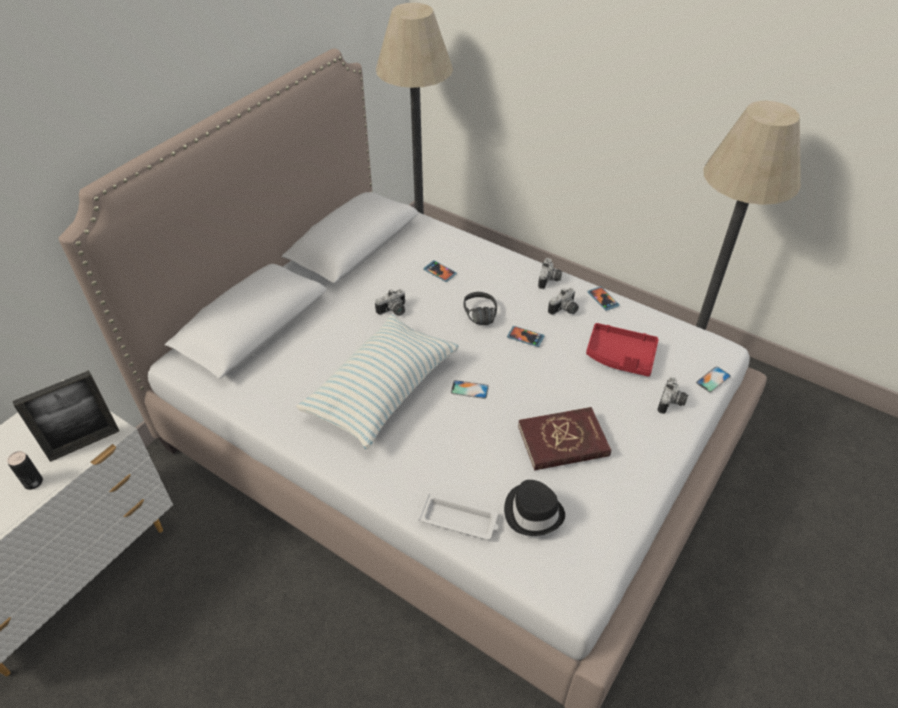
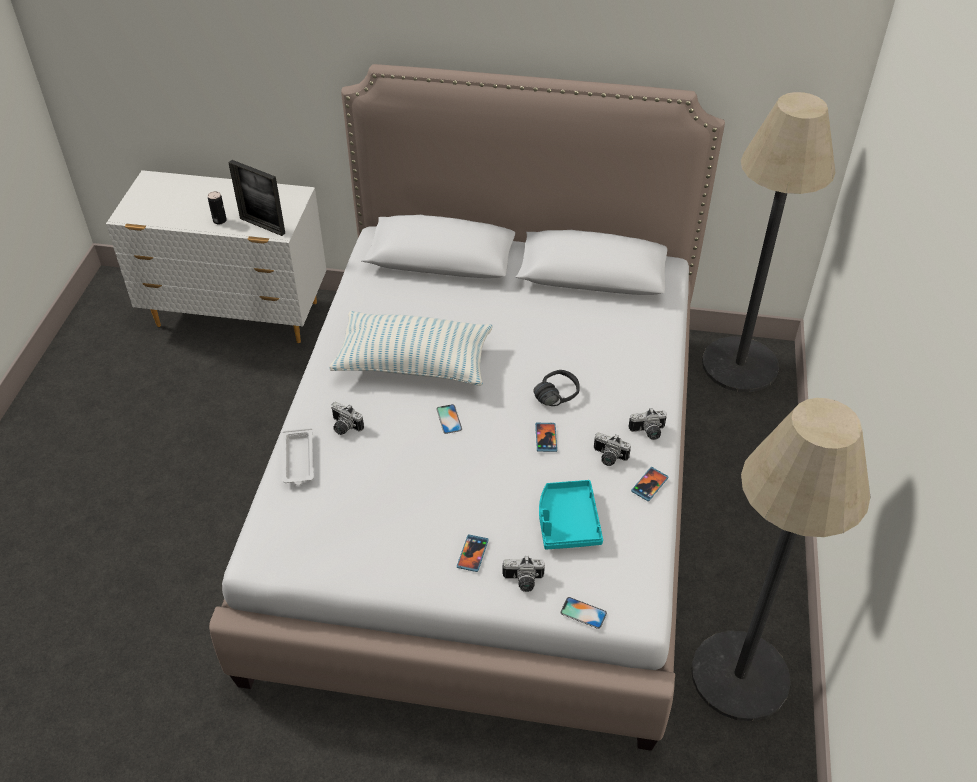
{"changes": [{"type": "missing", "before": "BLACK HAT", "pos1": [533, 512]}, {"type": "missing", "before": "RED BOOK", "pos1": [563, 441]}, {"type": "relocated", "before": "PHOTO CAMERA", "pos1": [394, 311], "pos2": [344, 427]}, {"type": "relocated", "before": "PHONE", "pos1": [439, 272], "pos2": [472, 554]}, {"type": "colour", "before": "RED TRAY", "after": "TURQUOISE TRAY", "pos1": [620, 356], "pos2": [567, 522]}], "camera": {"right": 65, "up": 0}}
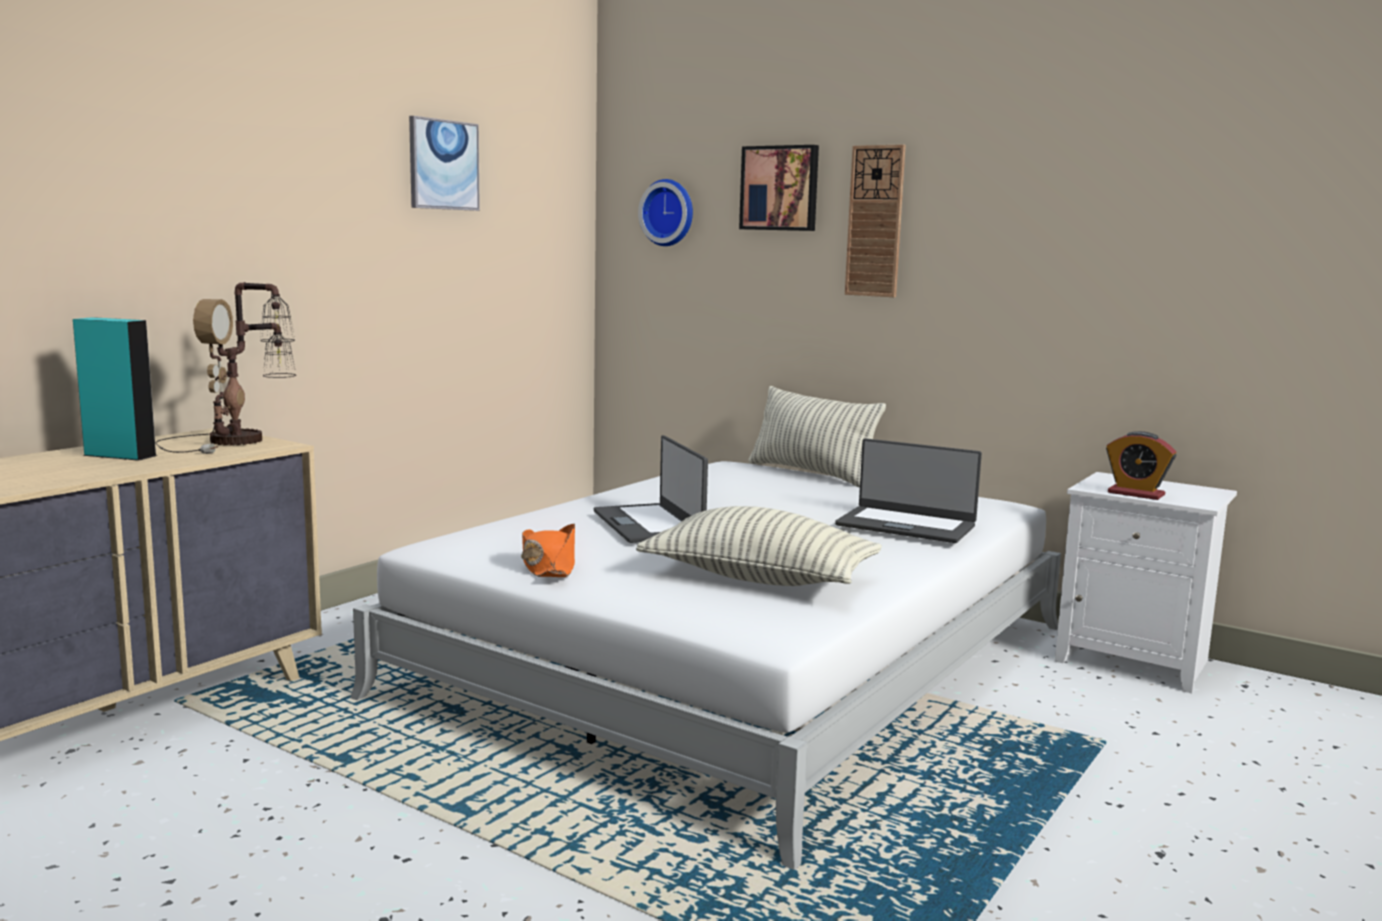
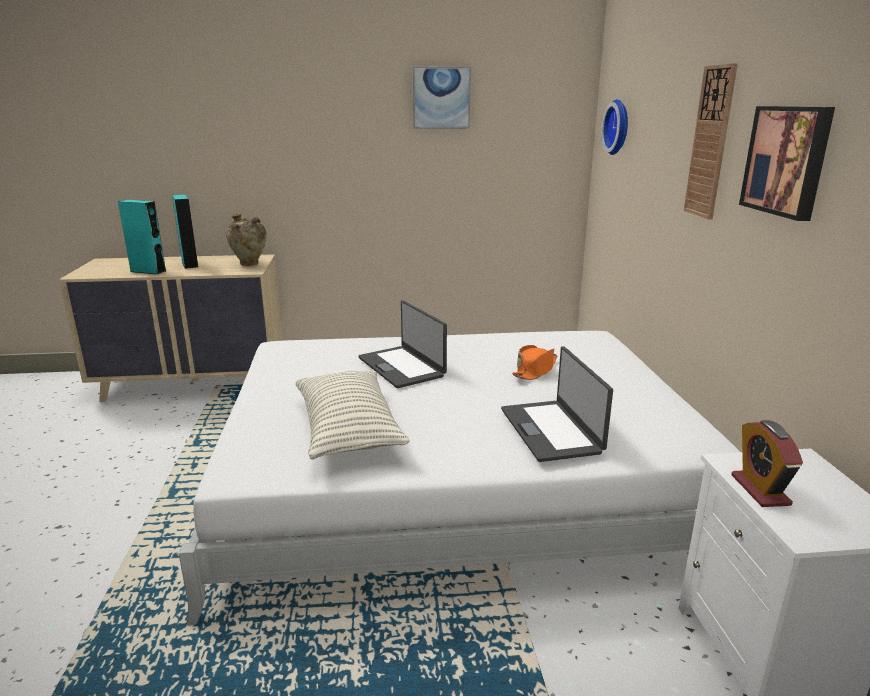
{"changes": [{"type": "missing", "before": "PILLOW", "pos1": [811, 474]}, {"type": "appeared", "after": "TURQUOISE SPEAKER", "pos2": [148, 271]}, {"type": "relocated", "before": "ORANGE HAT", "pos1": [549, 566], "pos2": [535, 370]}, {"type": "relocated", "before": "PICTURE", "pos1": [780, 188], "pos2": [788, 160]}, {"type": "exchanged", "before": "TABLE LAMP", "after": "BEIGE VASE", "pos1": [240, 441], "pos2": [249, 264]}, {"type": "spun", "before": "LAPTOP", "pos1": [649, 524], "pos2": [402, 367], "turn": -60}], "camera": {"right": 50, "up": 10}}
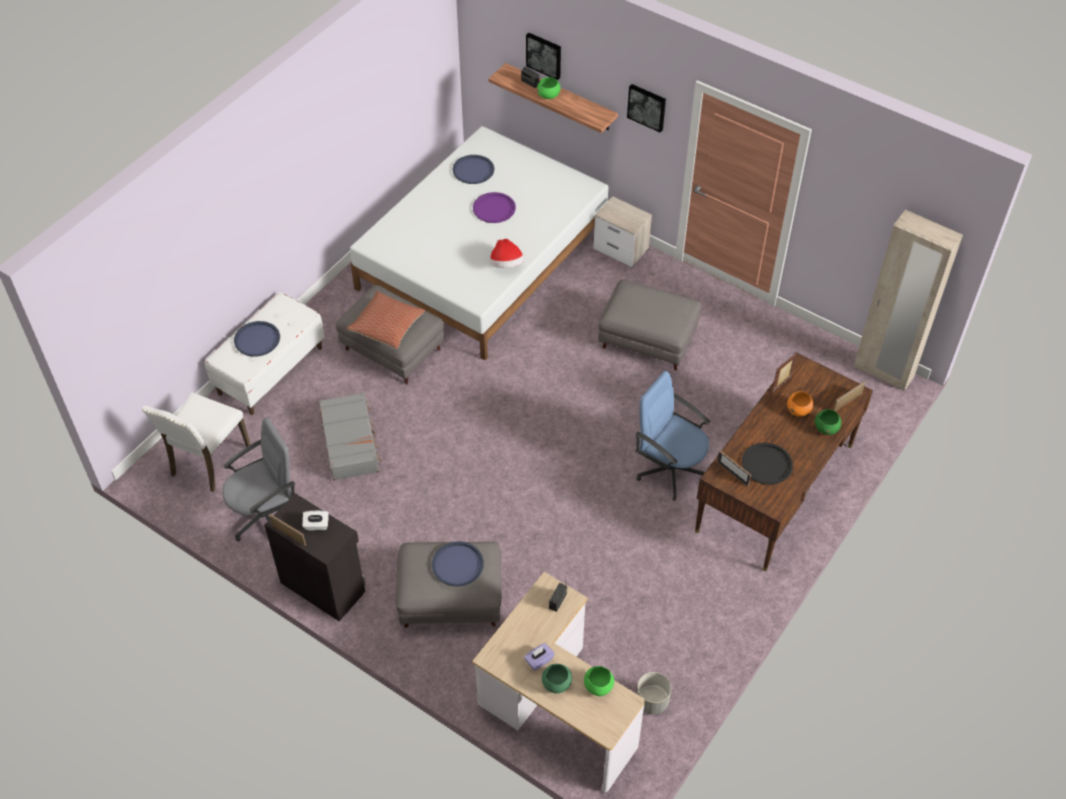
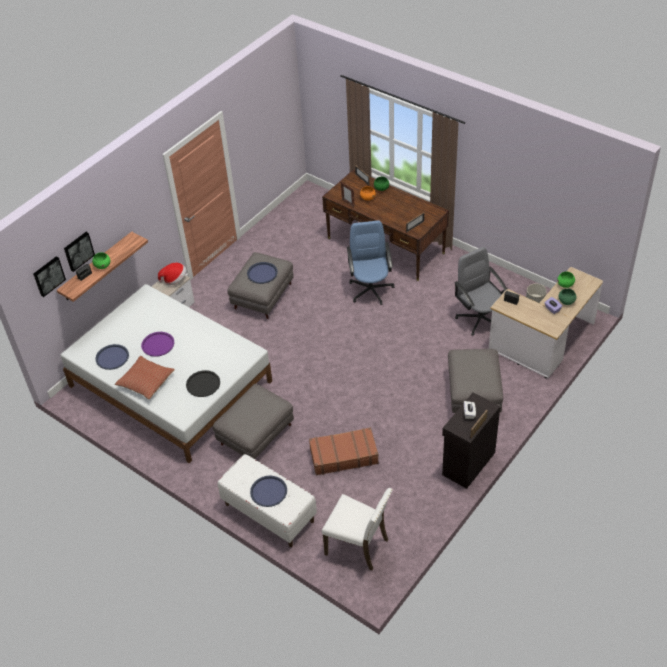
{"changes": [{"type": "missing", "before": "BEIGE WARDROBE", "pos1": [883, 372]}, {"type": "relocated", "before": "GREY OFFICE CHAIR", "pos1": [266, 515], "pos2": [479, 318]}, {"type": "relocated", "before": "PILLOW", "pos1": [387, 326], "pos2": [146, 382]}, {"type": "relocated", "before": "BLUE TRAY", "pos1": [457, 564], "pos2": [262, 273]}, {"type": "relocated", "before": "HAT", "pos1": [506, 265], "pos2": [174, 279]}, {"type": "relocated", "before": "PICTURE", "pos1": [647, 107], "pos2": [48, 276]}, {"type": "relocated", "before": "BLACK TRAY", "pos1": [766, 464], "pos2": [203, 384]}, {"type": "colour", "before": "GREY SUITCASE", "after": "BROWN SUITCASE", "pos1": [350, 442], "pos2": [343, 456]}, {"type": "spun", "before": "BLUE OFFICE CHAIR", "pos1": [670, 469], "pos2": [371, 289], "turn": 135}], "camera": {"right": -85, "up": -5}}
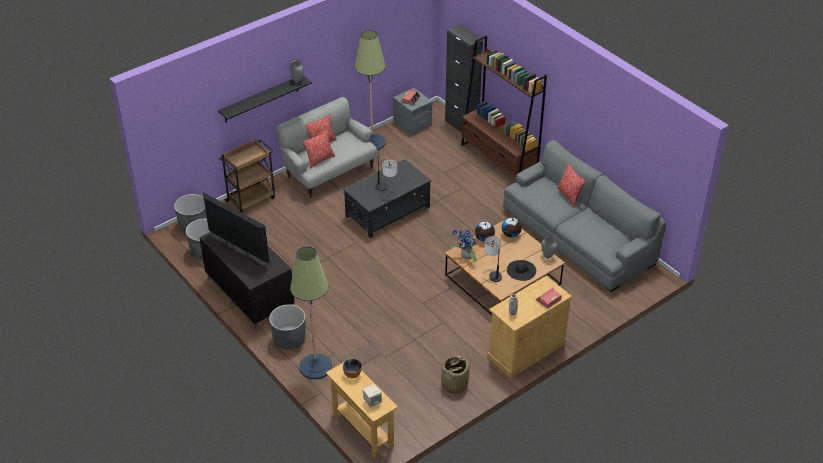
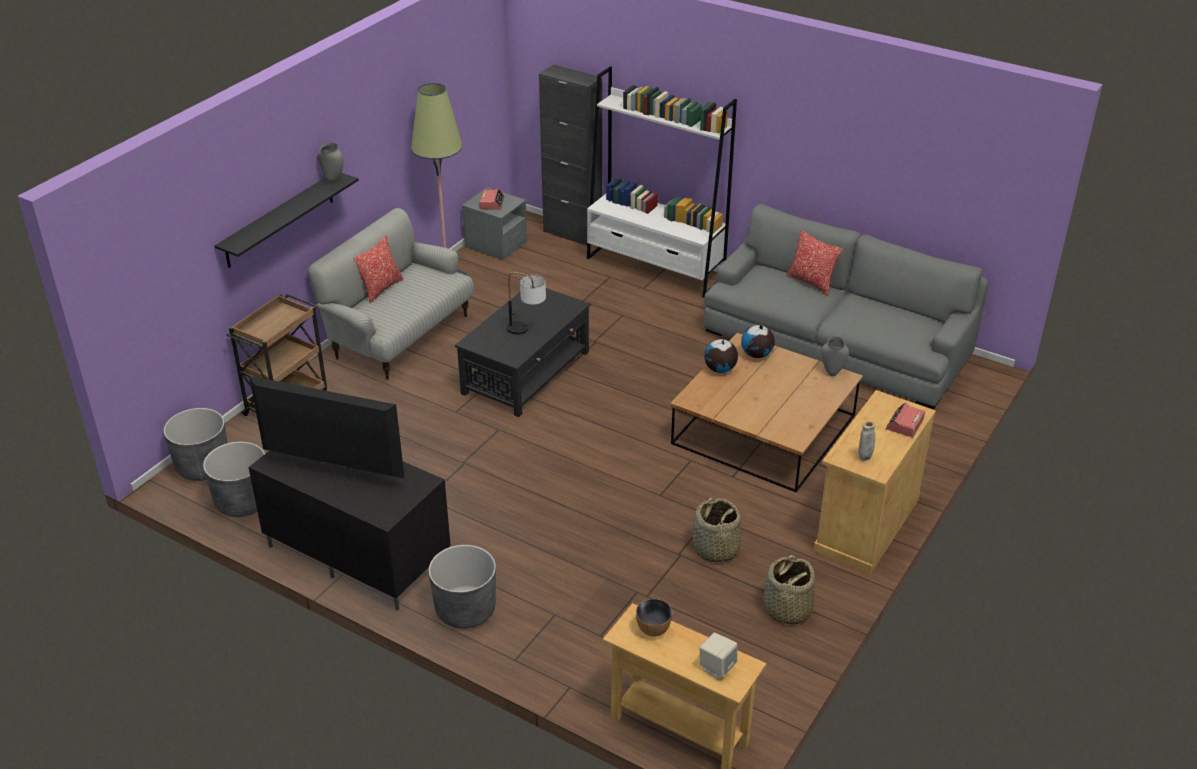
{"changes": [{"type": "missing", "before": "FLOOR LAMP", "pos1": [315, 367]}, {"type": "missing", "before": "PILLOW", "pos1": [320, 160]}, {"type": "missing", "before": "POTTED PLANT", "pos1": [465, 256]}, {"type": "missing", "before": "TABLE LAMP", "pos1": [492, 272]}, {"type": "missing", "before": "BLACK HAT", "pos1": [521, 270]}, {"type": "appeared", "after": "BASKET", "pos2": [716, 549]}, {"type": "colour", "before": "BROWN BOOKCASE", "after": "WHITE BOOKCASE", "pos1": [498, 160], "pos2": [655, 268]}], "camera": {"right": -20, "up": -5}}
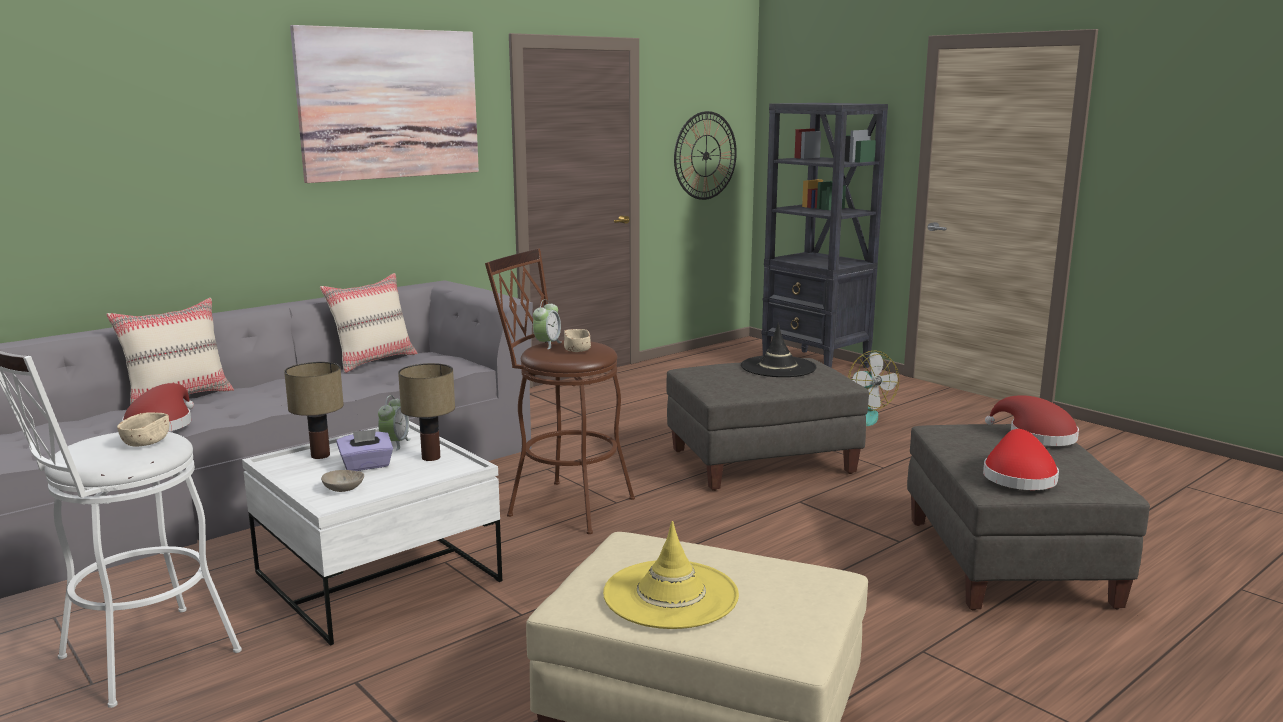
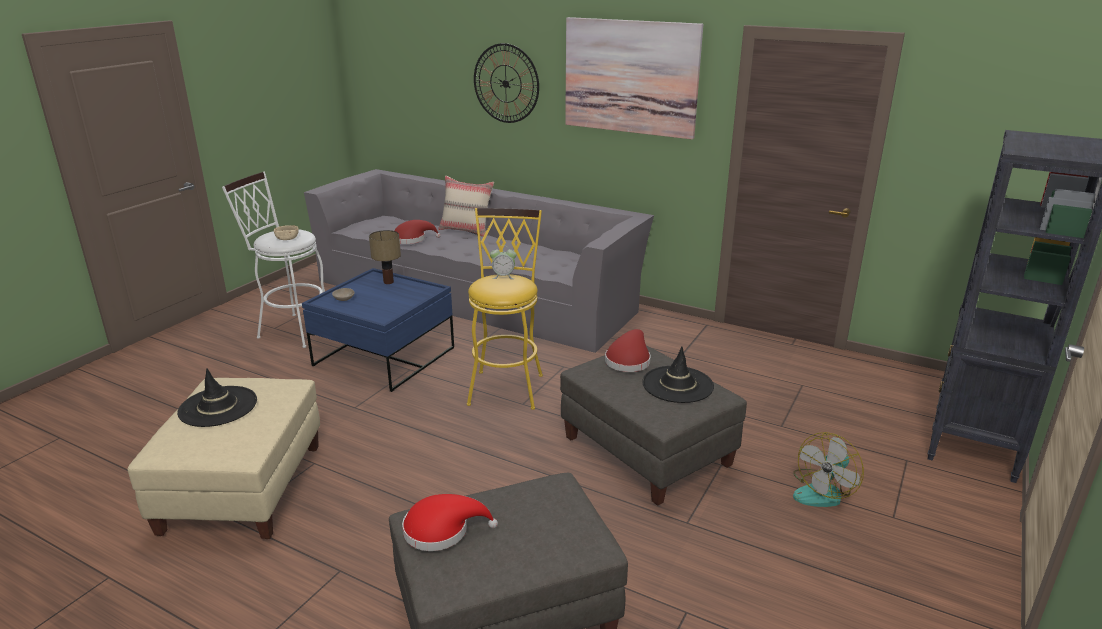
{"changes": [{"type": "missing", "before": "BEIGE PILLOW", "pos1": [374, 361]}, {"type": "missing", "before": "PURPLE TISSUE BOX", "pos1": [366, 466]}, {"type": "missing", "before": "ALARM CLOCK", "pos1": [395, 443]}, {"type": "missing", "before": "TABLE LAMP", "pos1": [430, 457]}, {"type": "missing", "before": "BEIGE BOWL", "pos1": [577, 350]}, {"type": "relocated", "before": "WALL CLOCK", "pos1": [705, 155], "pos2": [506, 83]}, {"type": "relocated", "before": "RED HAT", "pos1": [1036, 436], "pos2": [628, 360]}, {"type": "colour", "before": "WHITE COFFEE TABLE", "after": "BLUE COFFEE TABLE", "pos1": [377, 577], "pos2": [384, 357]}, {"type": "colour", "before": "BROWN STOOL", "after": "YELLOW STOOL", "pos1": [562, 504], "pos2": [507, 385]}, {"type": "colour", "before": "YELLOW HAT", "after": "BLACK HAT", "pos1": [671, 595], "pos2": [218, 407]}], "camera": {"right": 70, "up": 10}}
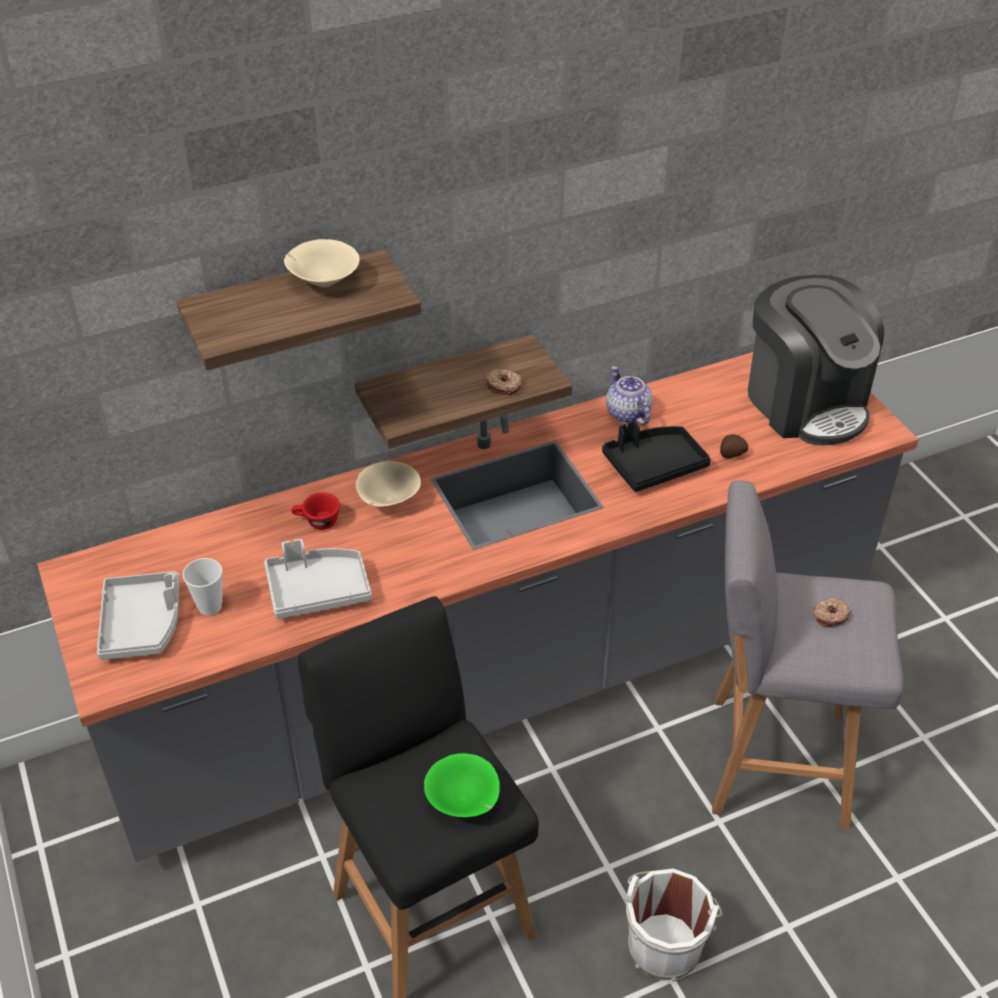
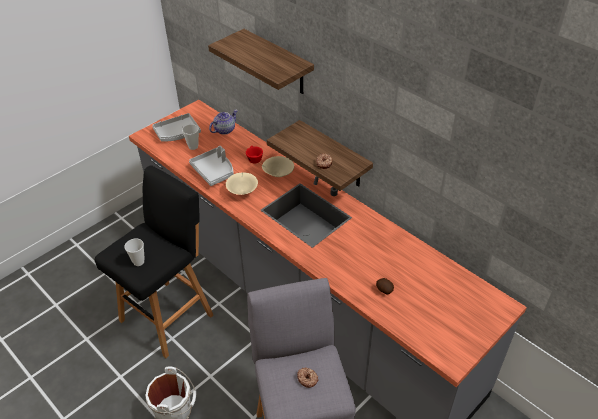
{"changes": [{"type": "missing", "before": "BLACK TRAY", "pos1": [653, 465]}, {"type": "missing", "before": "COFFEE MACHINE", "pos1": [805, 402]}, {"type": "relocated", "before": "BEIGE BOWL", "pos1": [322, 282], "pos2": [242, 191]}, {"type": "relocated", "before": "TEAPOT", "pos1": [627, 413], "pos2": [224, 130]}, {"type": "exchanged", "before": "GREEN BOWL", "after": "CUP", "pos1": [463, 801], "pos2": [138, 262]}], "camera": {"right": 70, "up": 0}}
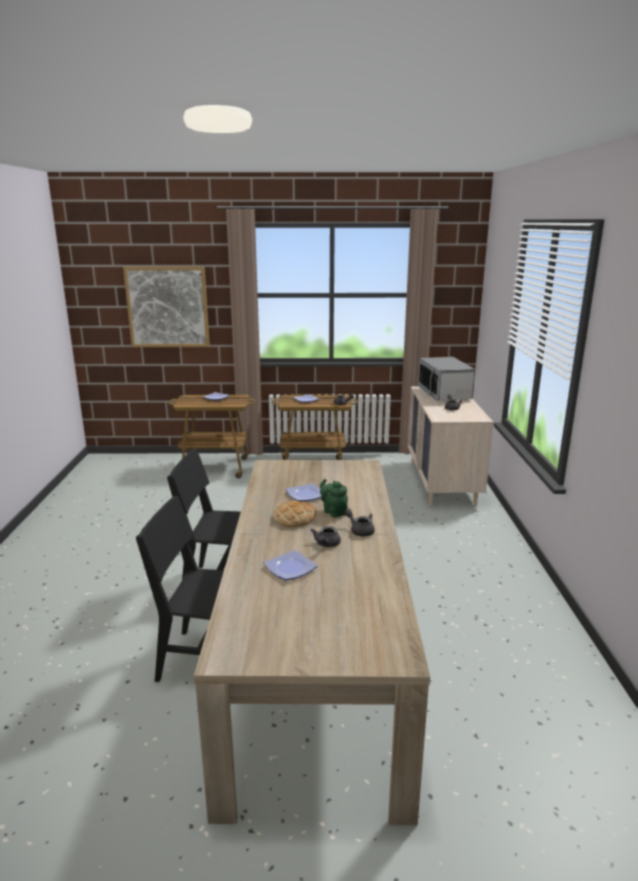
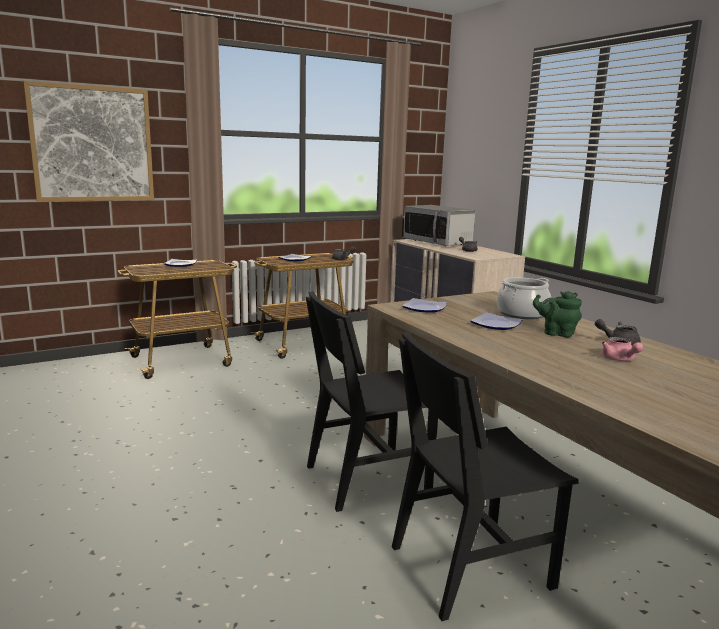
{"changes": [{"type": "missing", "before": "BREAD", "pos1": [294, 518]}, {"type": "appeared", "after": "COOKING POT", "pos2": [522, 314]}, {"type": "relocated", "before": "PLATE", "pos1": [291, 568], "pos2": [425, 308]}, {"type": "colour", "before": "GREY TEAPOT", "after": "PINK TEAPOT", "pos1": [326, 544], "pos2": [619, 359]}], "camera": {"right": -30, "up": -5}}
